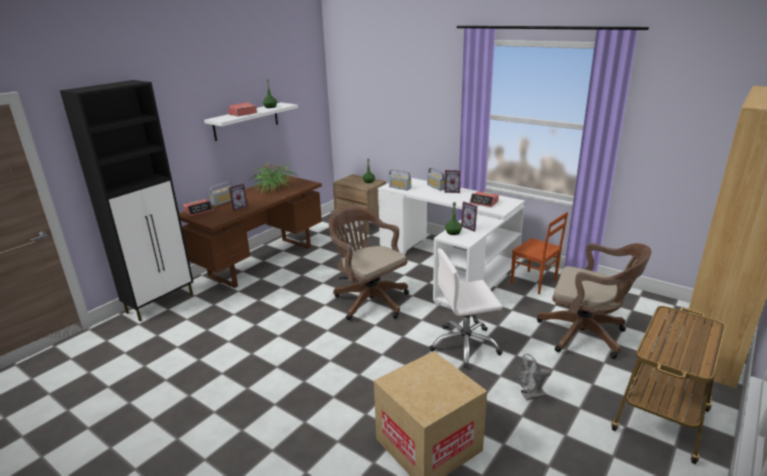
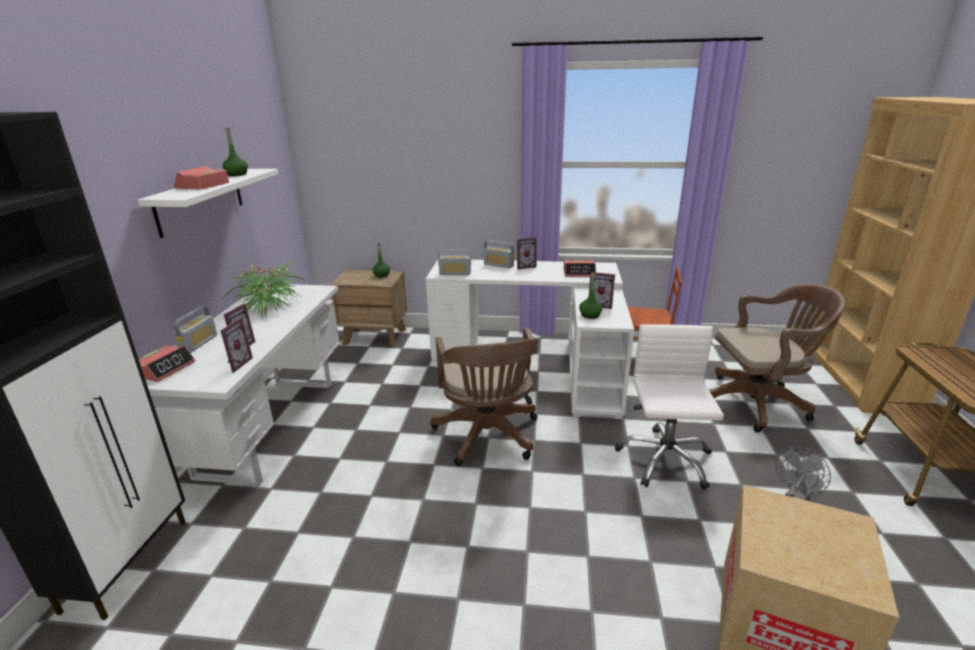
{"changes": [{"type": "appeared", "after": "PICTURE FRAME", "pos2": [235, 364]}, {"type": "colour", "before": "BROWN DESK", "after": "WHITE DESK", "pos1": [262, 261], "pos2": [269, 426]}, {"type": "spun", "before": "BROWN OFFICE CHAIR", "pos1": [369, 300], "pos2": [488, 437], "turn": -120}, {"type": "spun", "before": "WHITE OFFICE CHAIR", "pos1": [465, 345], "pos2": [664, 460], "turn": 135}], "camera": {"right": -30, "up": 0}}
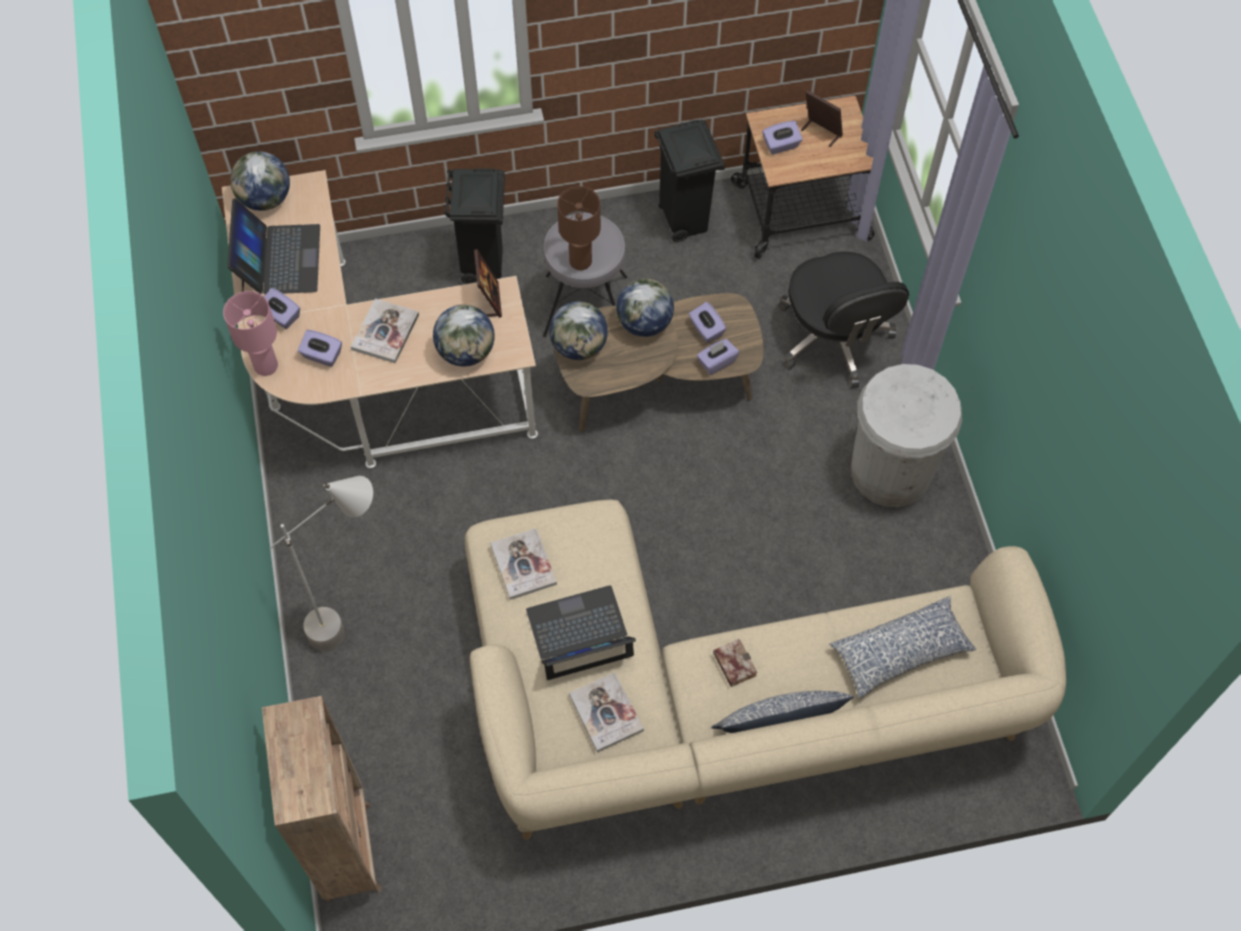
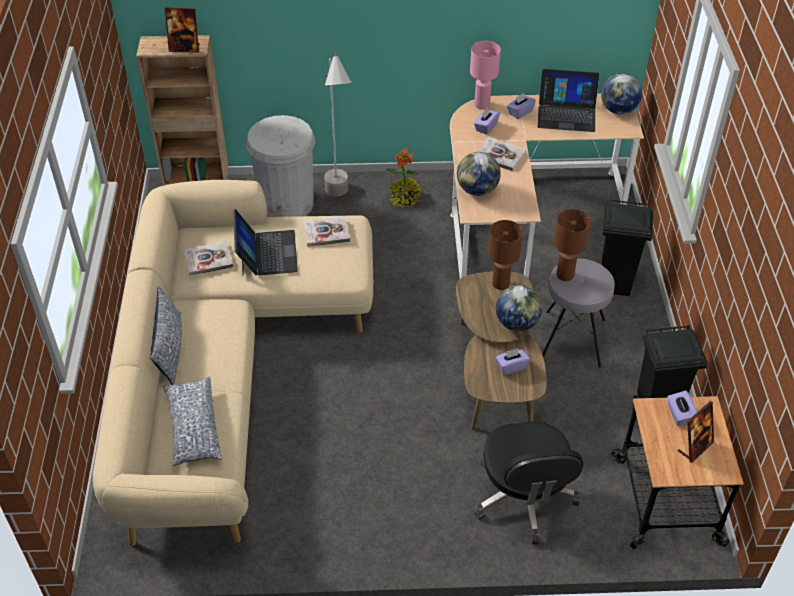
{"changes": [{"type": "missing", "before": "PURPLE TISSUE BOX", "pos1": [716, 362]}, {"type": "missing", "before": "BOOK", "pos1": [732, 663]}, {"type": "appeared", "after": "POTTED PLANT", "pos2": [405, 198]}, {"type": "relocated", "before": "PICTURE FRAME", "pos1": [489, 300], "pos2": [185, 48]}, {"type": "relocated", "before": "WHITE TRASH CAN", "pos1": [891, 471], "pos2": [286, 203]}, {"type": "exchanged", "before": "GLOBE", "after": "BROWN TABLE LAMP", "pos1": [579, 346], "pos2": [500, 284]}, {"type": "spun", "before": "BLACK OFFICE CHAIR", "pos1": [834, 339], "pos2": [524, 498], "turn": -90}], "camera": {"right": 100, "up": -15}}
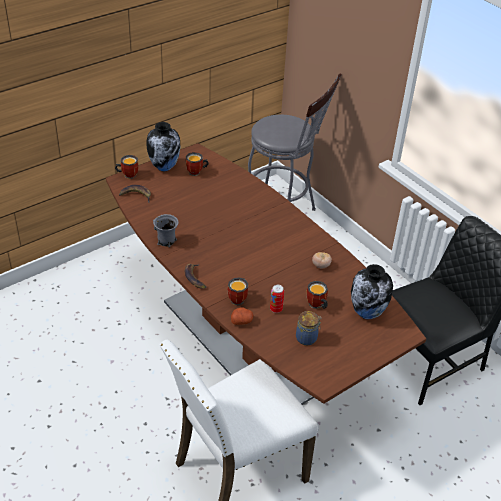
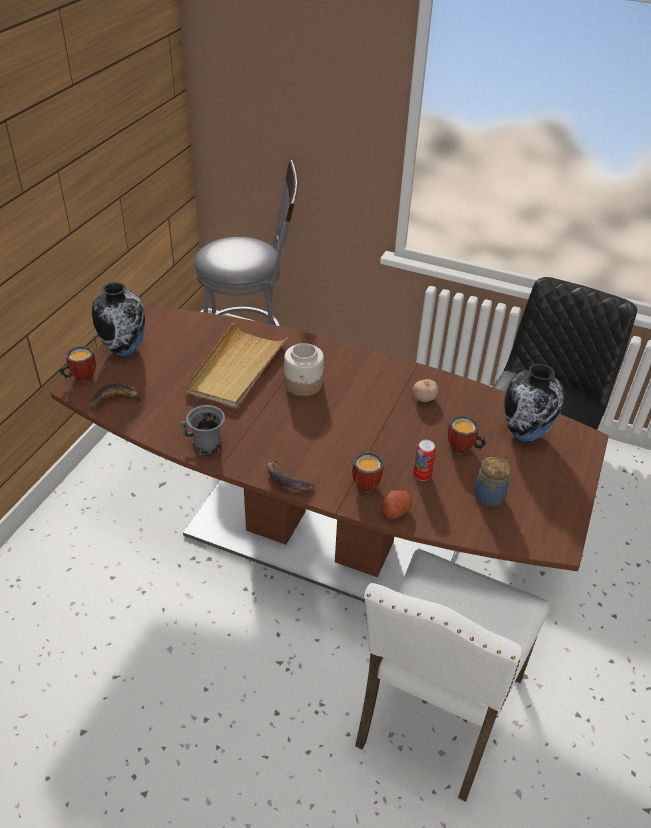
{"changes": [{"type": "missing", "before": "MUG", "pos1": [196, 172]}, {"type": "appeared", "after": "BEIGE TRAY", "pos2": [236, 368]}, {"type": "appeared", "after": "JAR", "pos2": [303, 384]}], "camera": {"right": -30, "up": 0}}
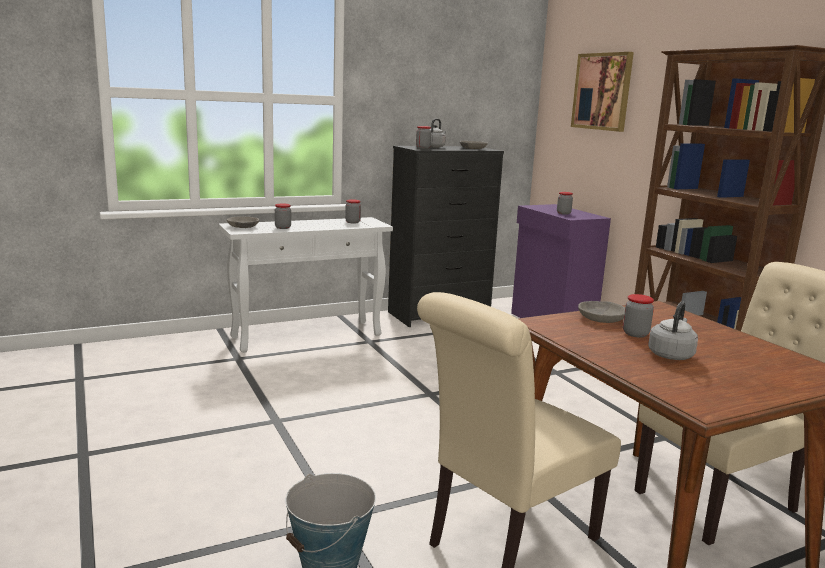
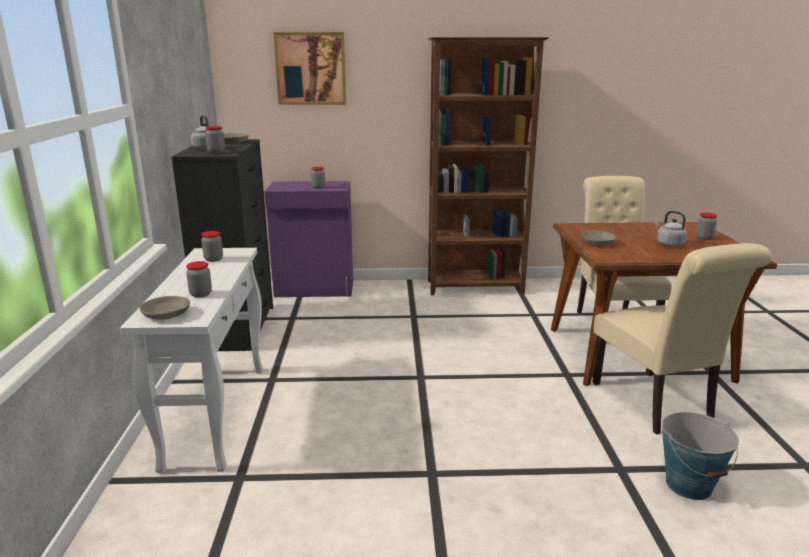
{"changes": [{"type": "relocated", "before": "JAR", "pos1": [635, 334], "pos2": [704, 238]}], "camera": {"right": -65, "up": 5}}
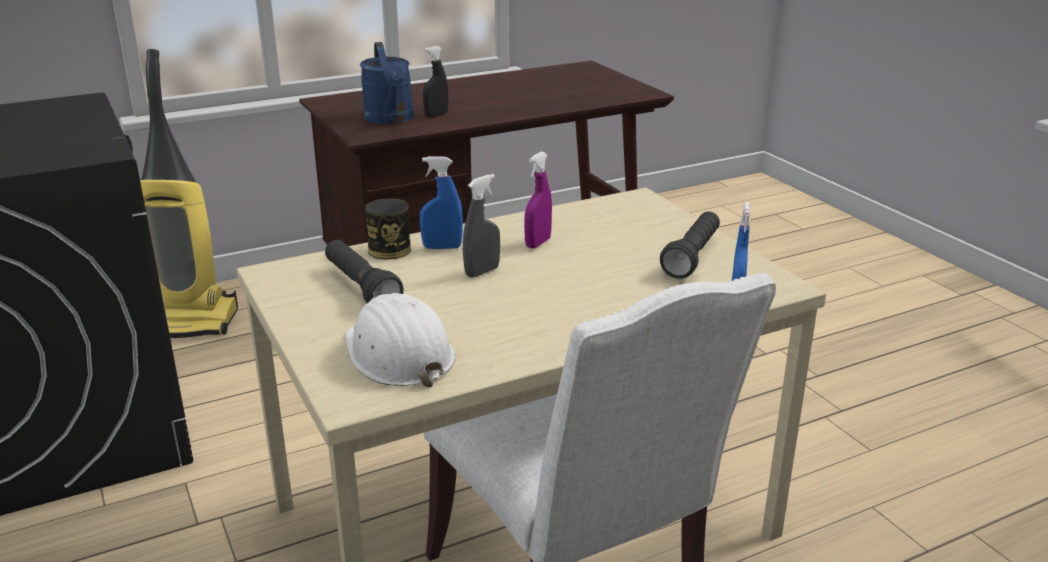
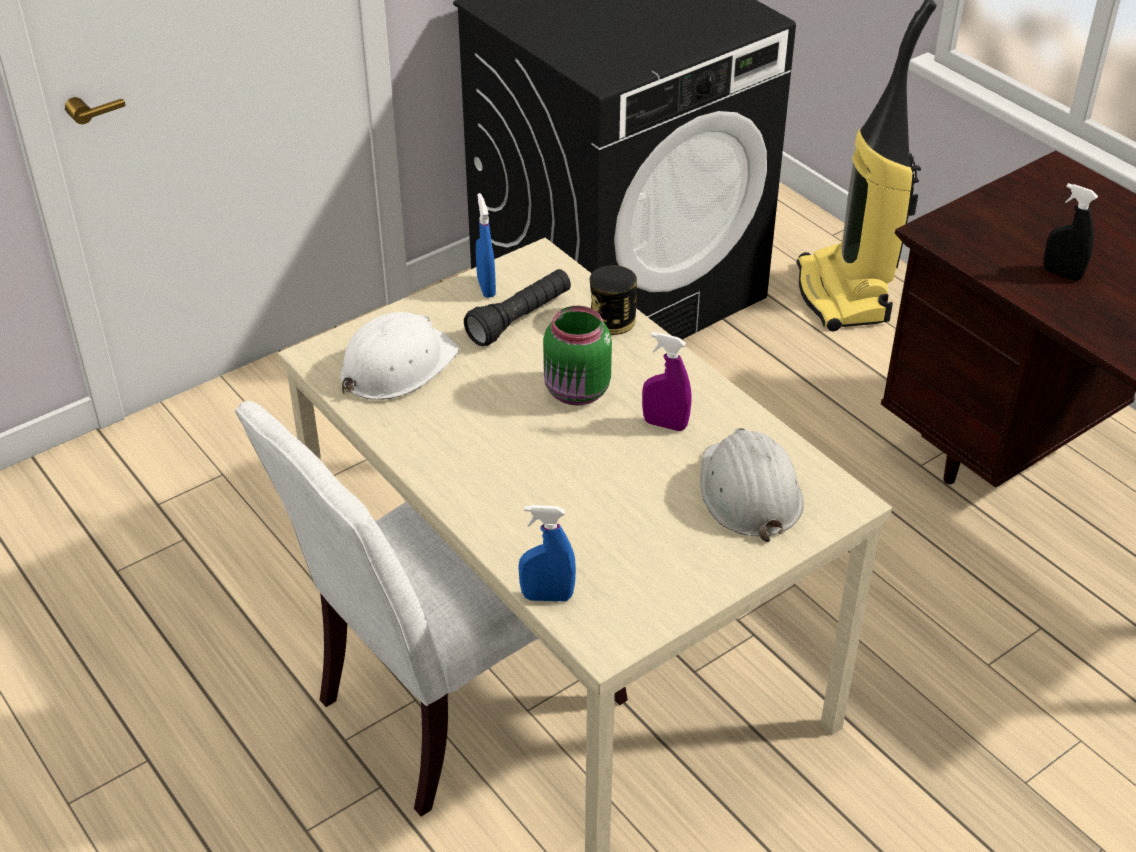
{"changes": [{"type": "missing", "before": "BLUE WATERING CAN", "pos1": [390, 119]}, {"type": "missing", "before": "BLACK FLASHLIGHT", "pos1": [692, 257]}, {"type": "appeared", "after": "WHITE HARD HAT", "pos2": [748, 492]}, {"type": "relocated", "before": "BLUE SPRAY BOTTLE", "pos1": [442, 247], "pos2": [486, 287]}, {"type": "exchanged", "before": "GREY SPRAY BOTTLE", "after": "GREEN JAR", "pos1": [482, 272], "pos2": [577, 392]}], "camera": {"right": 80, "up": 15}}
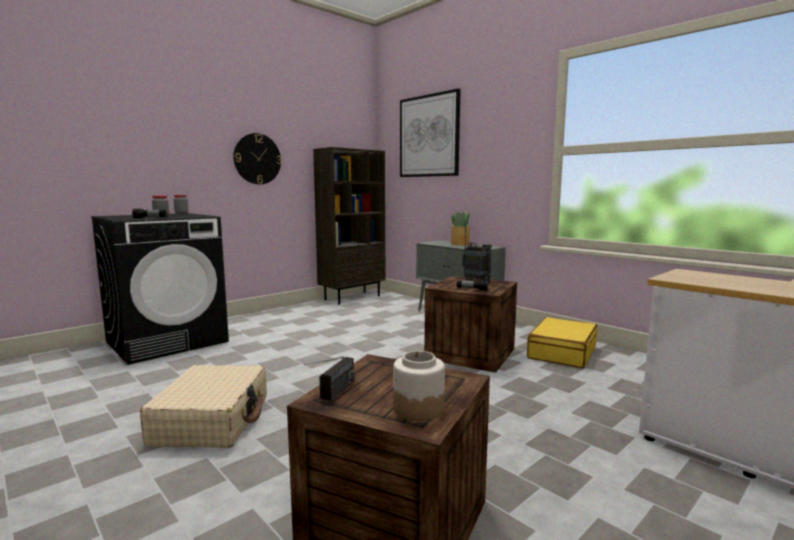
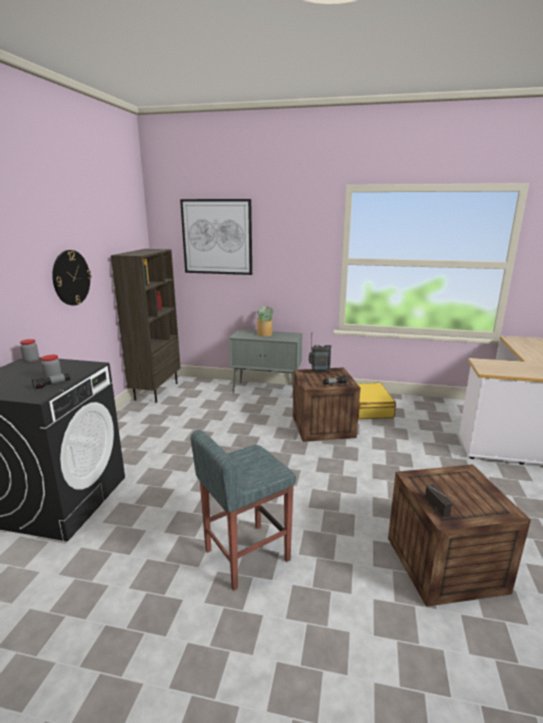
{"changes": [{"type": "missing", "before": "JAR", "pos1": [418, 408]}, {"type": "exchanged", "before": "BEIGE SUITCASE", "after": "GREY STOOL", "pos1": [212, 420], "pos2": [245, 555]}], "camera": {"right": -35, "up": 10}}
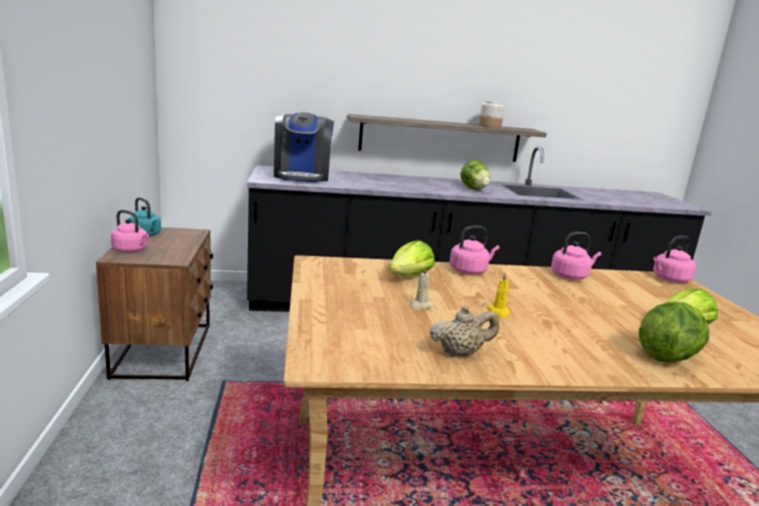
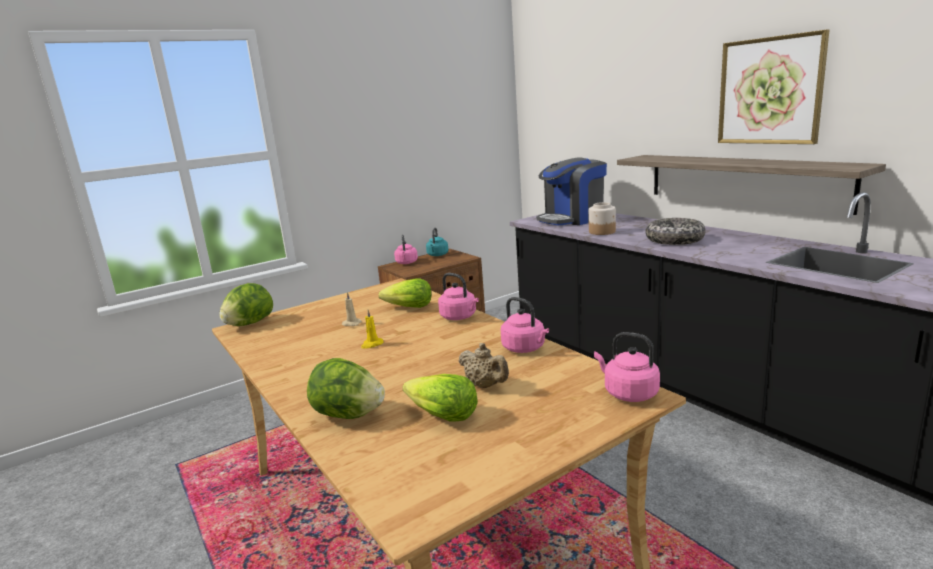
{"changes": [{"type": "appeared", "after": "BOWL", "pos2": [674, 240]}, {"type": "appeared", "after": "PICTURE", "pos2": [770, 91]}, {"type": "relocated", "before": "BEIGE TEAPOT", "pos1": [460, 353], "pos2": [485, 385]}, {"type": "relocated", "before": "LETTUCE", "pos1": [474, 189], "pos2": [249, 324]}, {"type": "relocated", "before": "JAR", "pos1": [490, 126], "pos2": [602, 232]}], "camera": {"right": 65, "up": 0}}
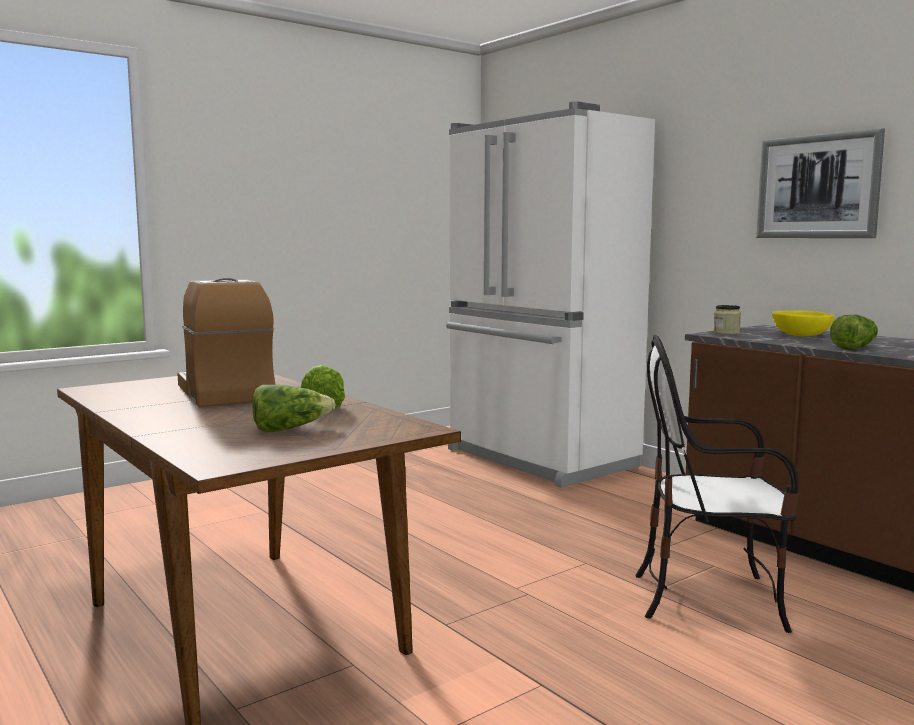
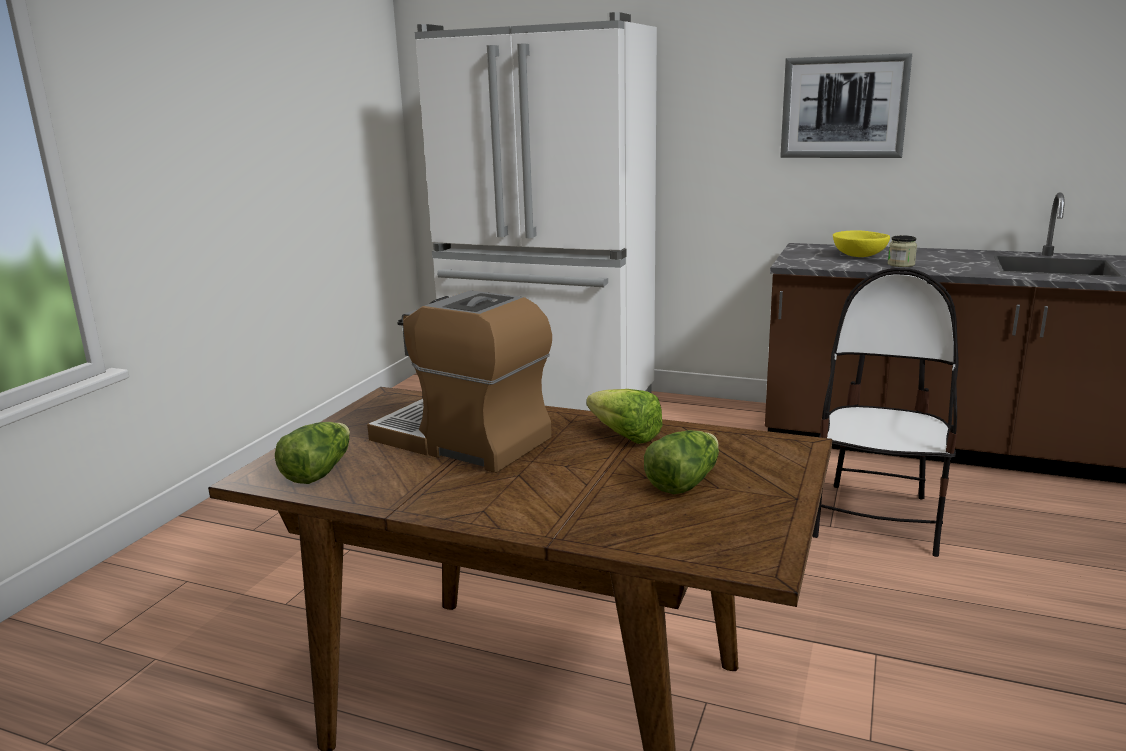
{"changes": [{"type": "relocated", "before": "JAR", "pos1": [726, 333], "pos2": [901, 264]}, {"type": "relocated", "before": "LETTUCE", "pos1": [854, 348], "pos2": [319, 471]}, {"type": "spun", "before": "CHAIR", "pos1": [710, 599], "pos2": [877, 519], "turn": 135}], "camera": {"right": -30, "up": 10}}
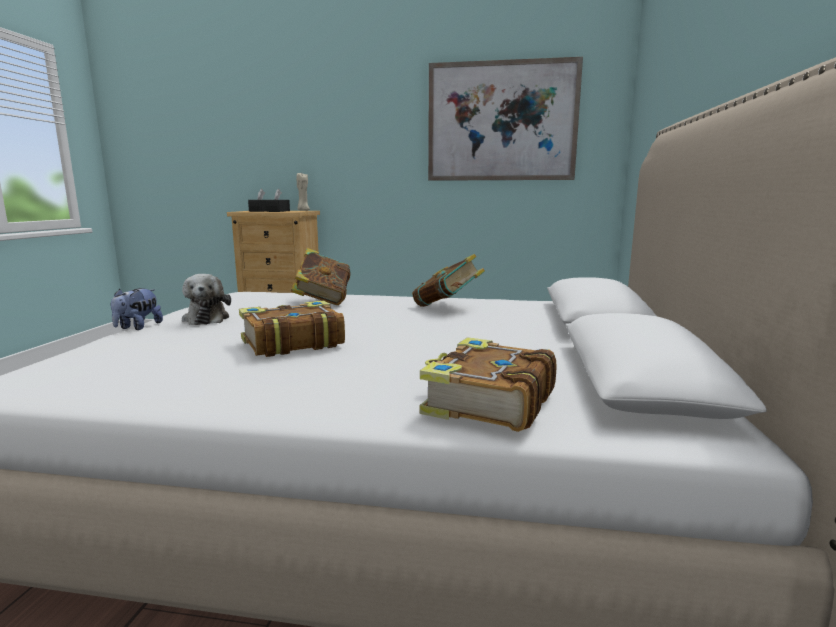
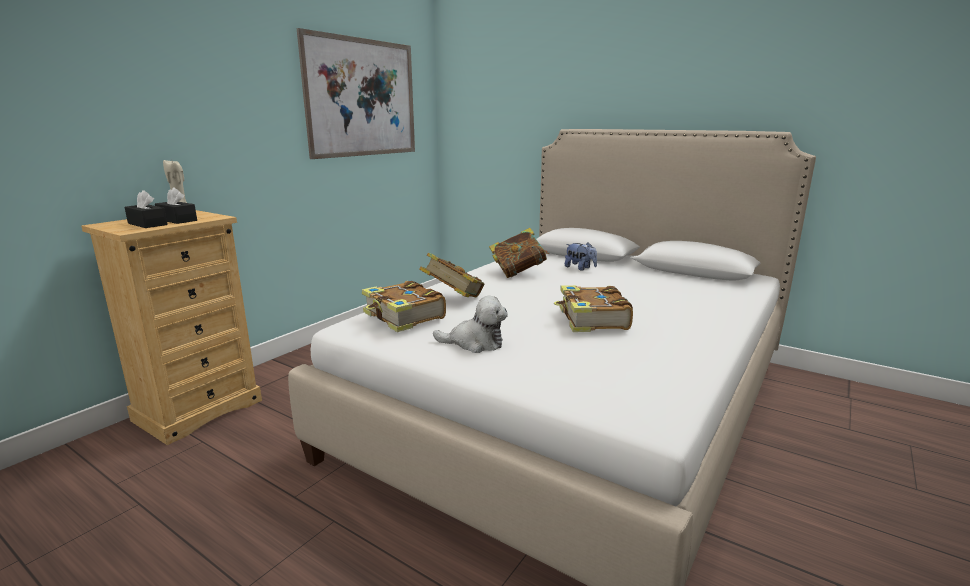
{"changes": [{"type": "relocated", "before": "PLUSH TOY", "pos1": [138, 327], "pos2": [580, 268]}, {"type": "relocated", "before": "BOOK", "pos1": [487, 402], "pos2": [403, 317]}], "camera": {"right": -65, "up": 5}}
